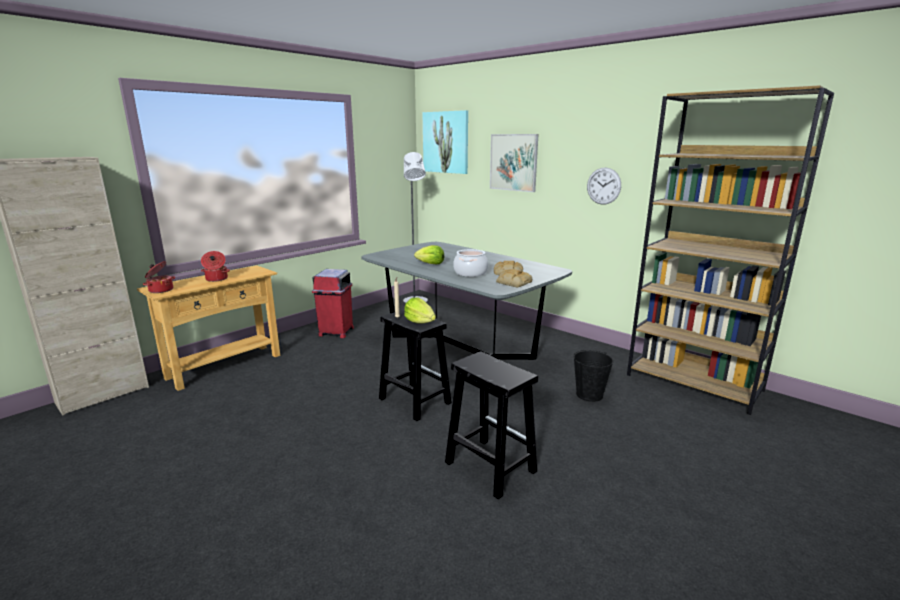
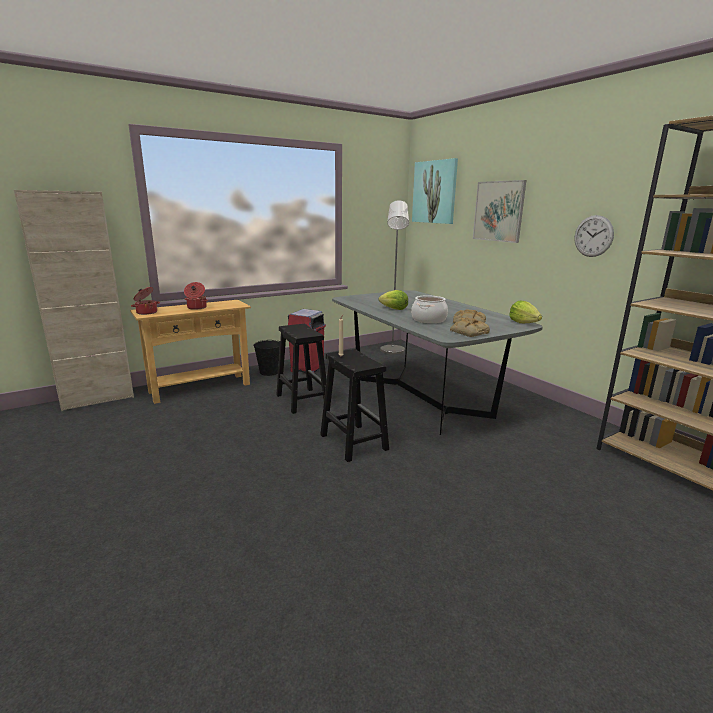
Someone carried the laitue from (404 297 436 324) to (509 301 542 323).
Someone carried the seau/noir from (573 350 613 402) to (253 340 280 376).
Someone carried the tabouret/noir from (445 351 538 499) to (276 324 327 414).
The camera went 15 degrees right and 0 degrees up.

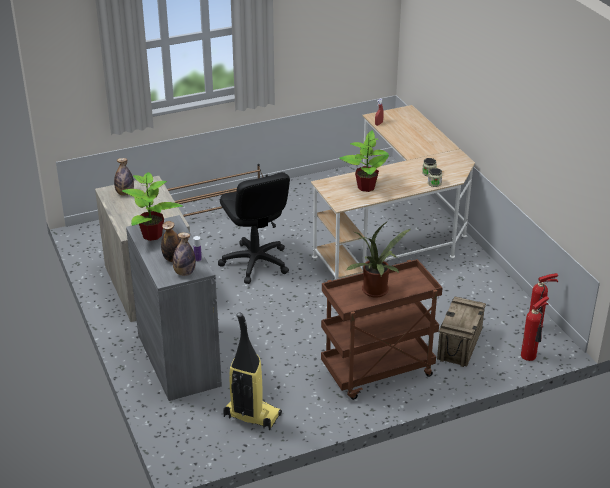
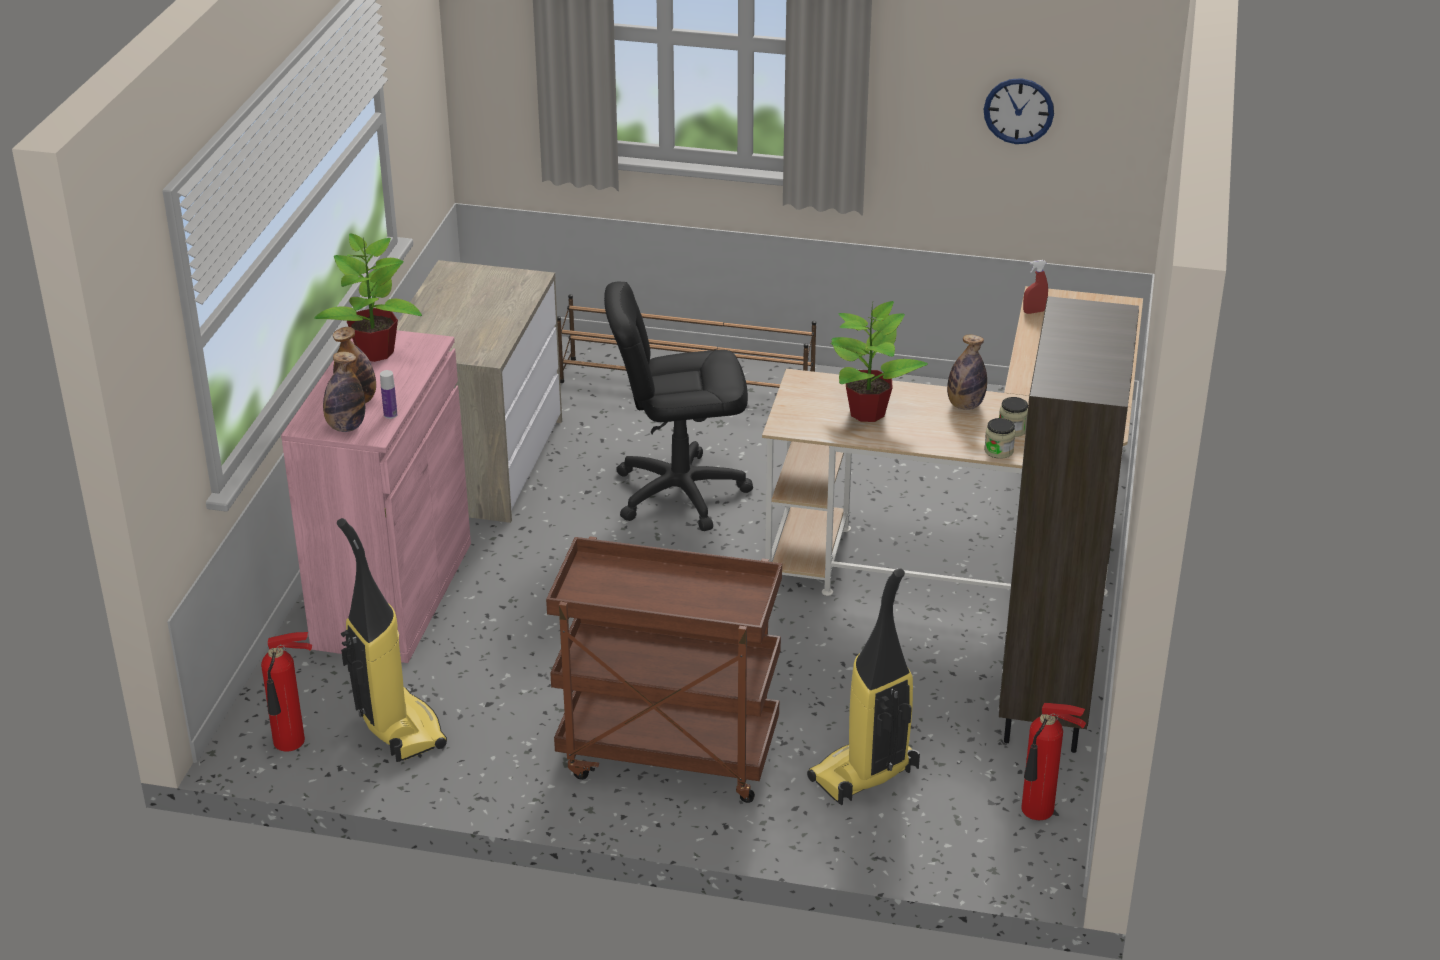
Someone carried the bouteille from (114 158 134 196) to (947 334 987 410).
Someone rotated the chaise de bureau/noir at (218 172 290 284) by 75 degrees clockwise.
Someone repainted the meuble de rangement/gris at (126 215 222 401), which became the meuble de rangement/rose at (281 330 471 663).
Someone took away the plante en pot at (345 221 411 298).
Someone swapped the caisse at (437 296 486 367) for the aspirateur at (807 568 920 805).
Someone carried the extincteur from (521 296 549 361) to (261 632 312 752).
Someone put up the horloge murale at (984 78 1054 144).
Someone put down the bibliothèque/marron at (999 296 1139 753).
The camera went 35 degrees right and 0 degrees up.

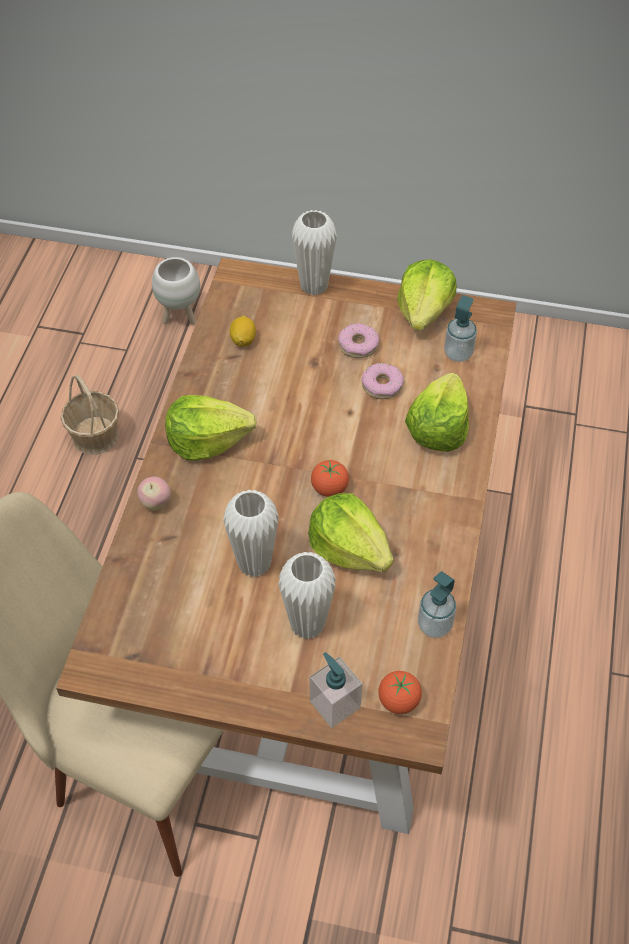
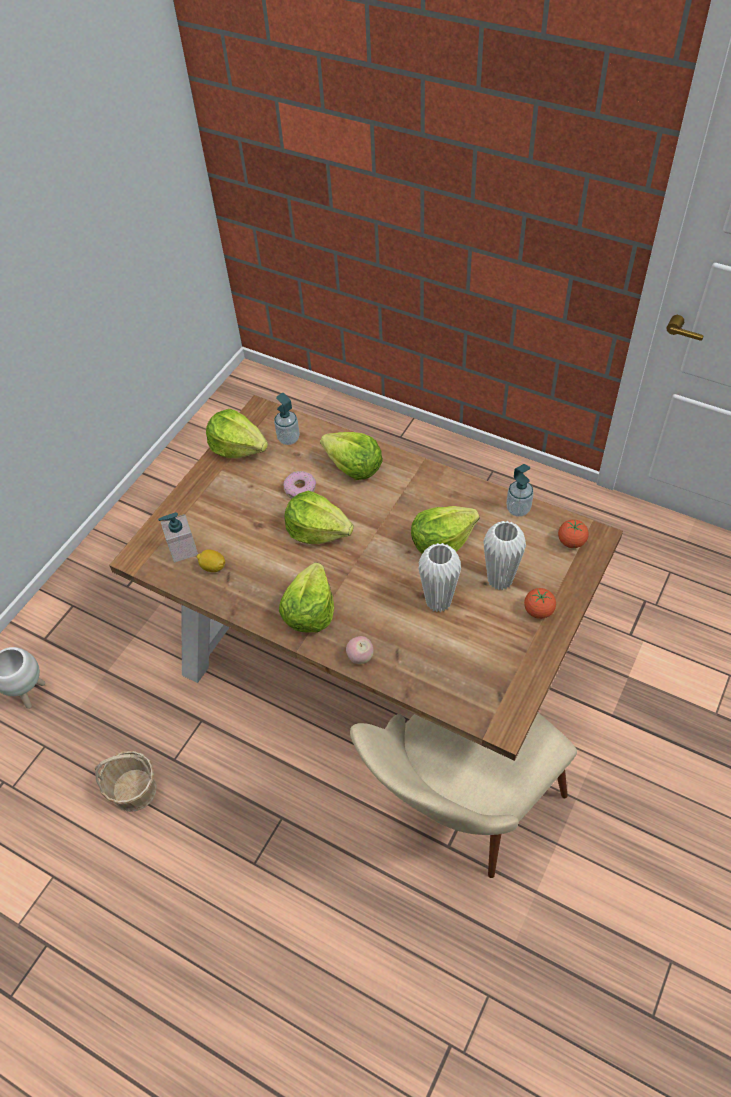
Someone took away the vase/blanc at (291 210 337 296).
Someone took away the beignet at (338 323 379 358).
Someone carried the tomate from (311 460 349 497) to (524 588 556 619).
Someone carried the distributeur de savon from (310 652 362 728) to (158 512 198 562).
Someone put down the laitue at (284 491 354 544).
The camera went 70 degrees left and 0 degrees up.

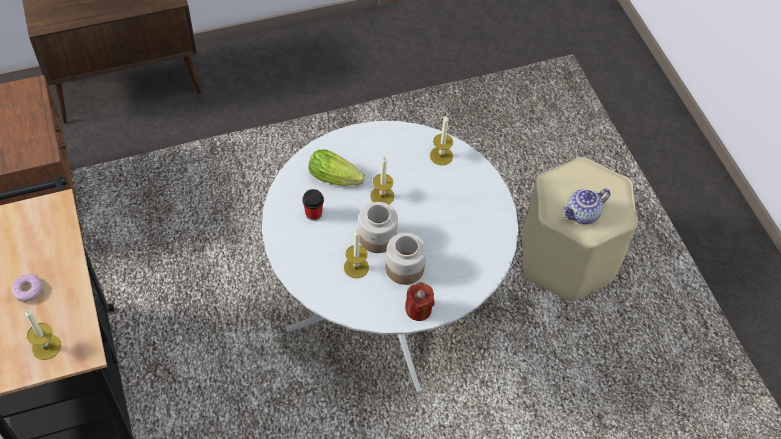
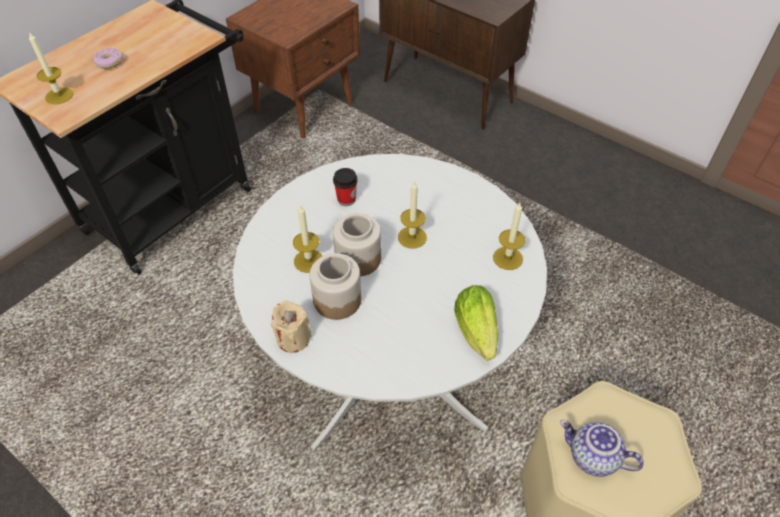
Someone carried the laitue from (308 149 365 186) to (454 285 498 360).
Someone repainted the bougie/rouge at (405 282 435 321), which became the bougie/beige at (271 300 312 353).
The camera went 60 degrees right and 5 degrees down.

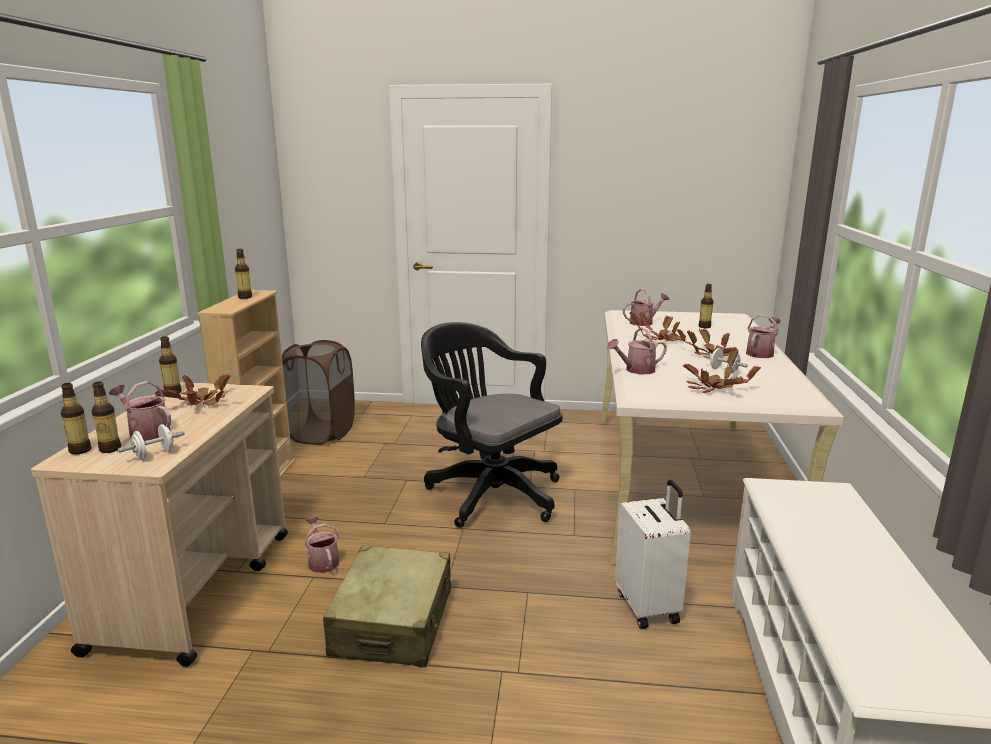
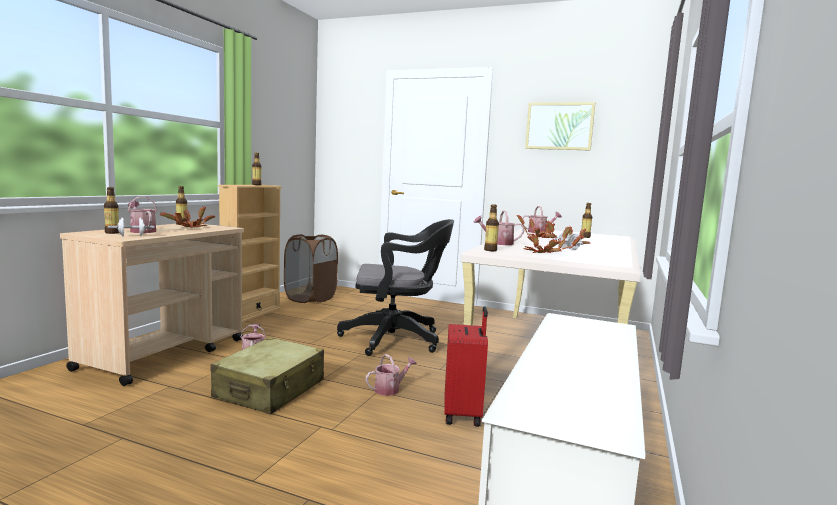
Someone carried the arrosoir from (746 315 781 358) to (365 354 417 396).
Someone rotated the chaise de bureau/noir at (421 322 563 528) by 120 degrees clockwise.
Someone carried the bouteille from (61 383 91 455) to (484 204 499 251).
Someone repainted the valise/blanc at (615 480 691 629), which became the valise/rouge at (444 306 488 427).
Someone put up the tableau at (525 102 595 151).
The camera went 15 degrees right and 10 degrees down.

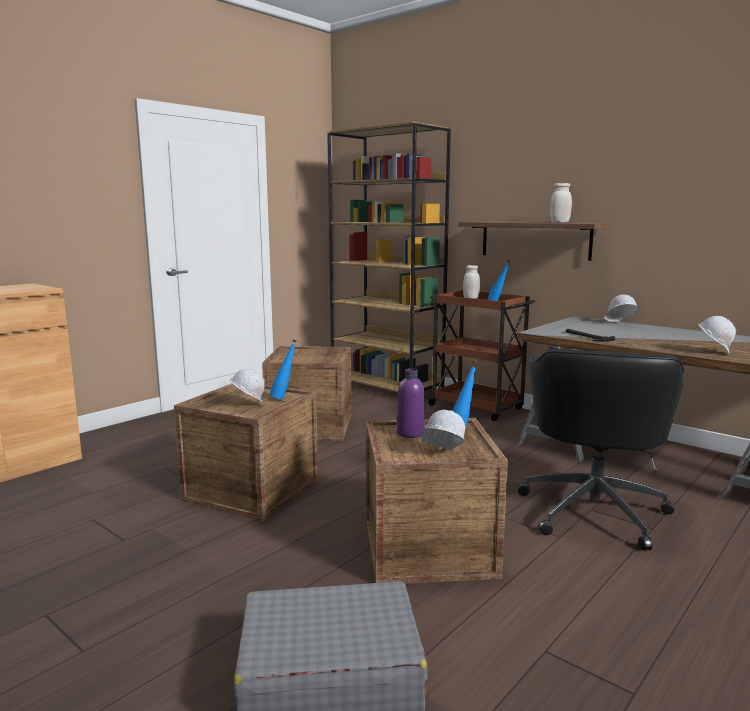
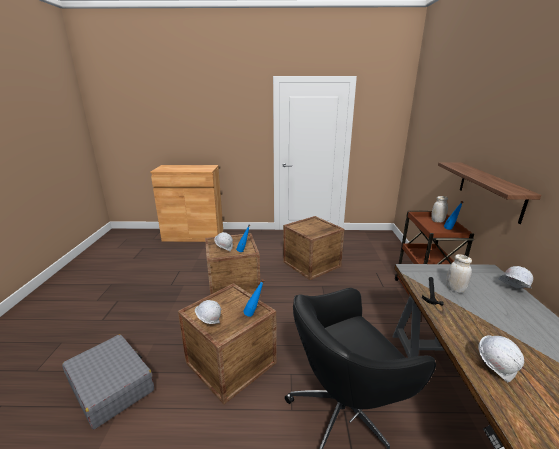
Someone took away the bibliothèque/marron at (327 121 451 392).
Someone carried the bocal/blanc from (550 183 572 223) to (446 254 472 293).
Someone took away the bouteille/violet at (396 368 425 438).
The camera went 50 degrees right and 10 degrees up.

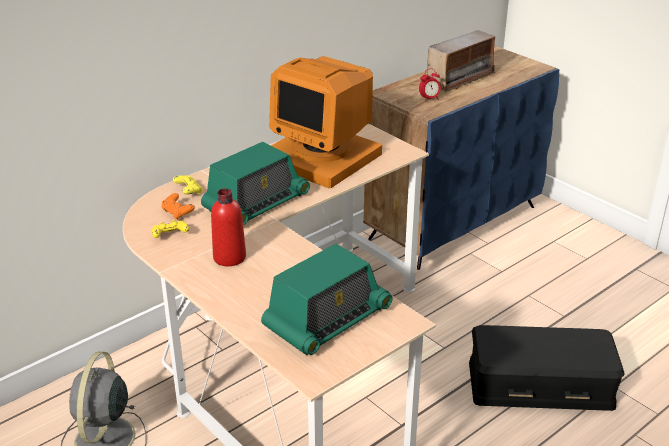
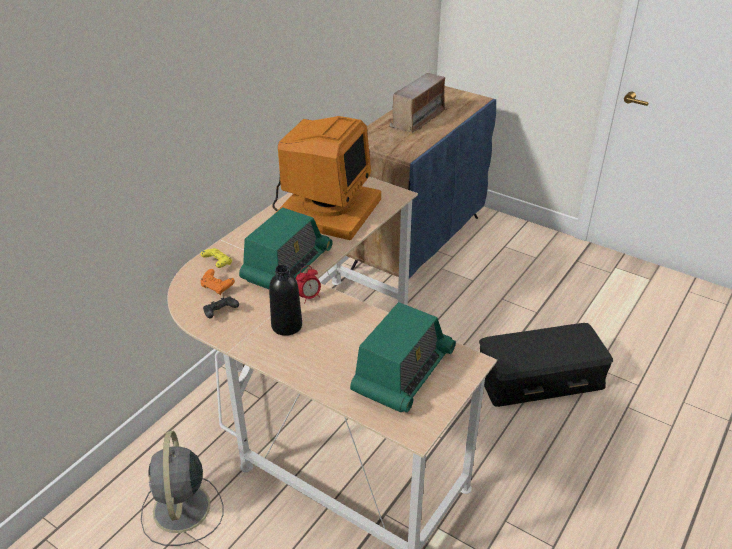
Someone rotated the écran d'ordinateur at (269 56 382 188) by 90 degrees counterclockwise.
Someone carried the réveil from (419 69 441 102) to (296 266 321 303).
Someone repainted the bouteille/rouge at (211 188 246 266), which became the bouteille/noir at (269 265 302 336).
Someone repainted the manette/jaune at (152 220 189 238), which became the manette/noir at (203 296 239 318).
The camera went 15 degrees left and 5 degrees up.

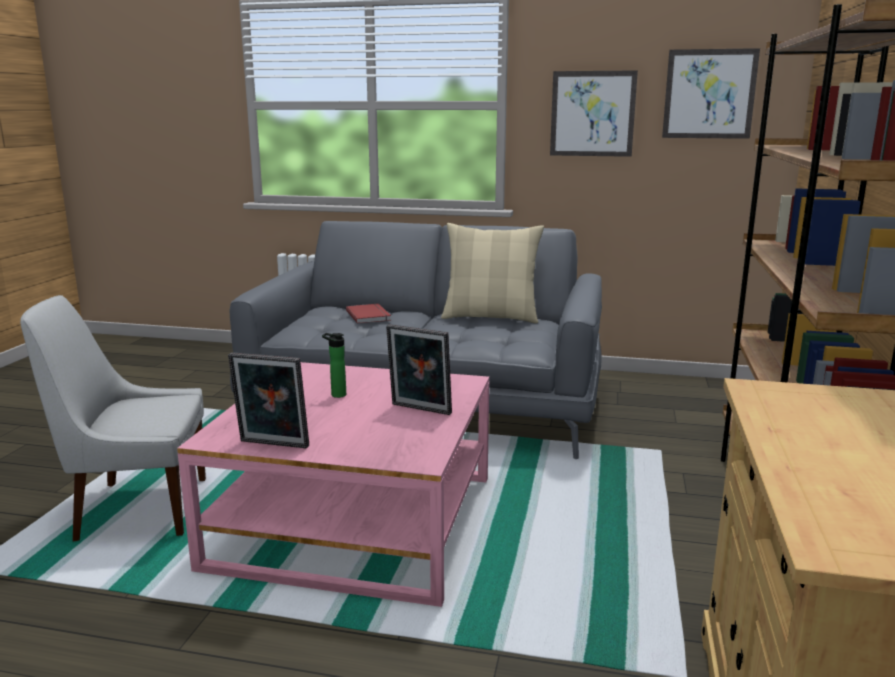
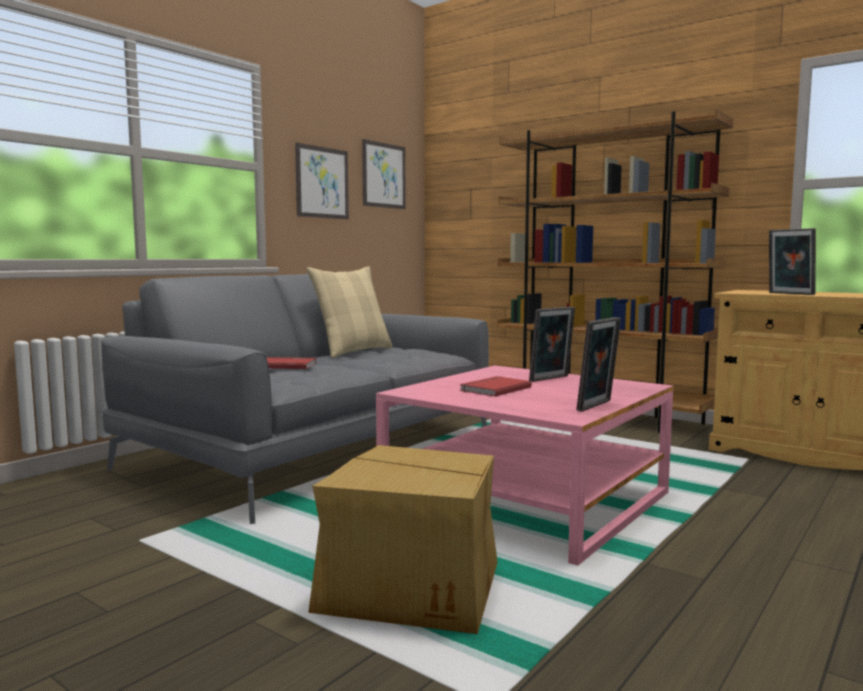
Someone swapped the chaise/blanc at (20 295 206 542) for the carton at (308 445 498 634).
Someone swapped the bouteille at (322 333 346 398) for the livre/rouge at (460 376 532 397).
Someone put down the cadre photo at (769 228 816 295).
The camera went 65 degrees left and 10 degrees down.

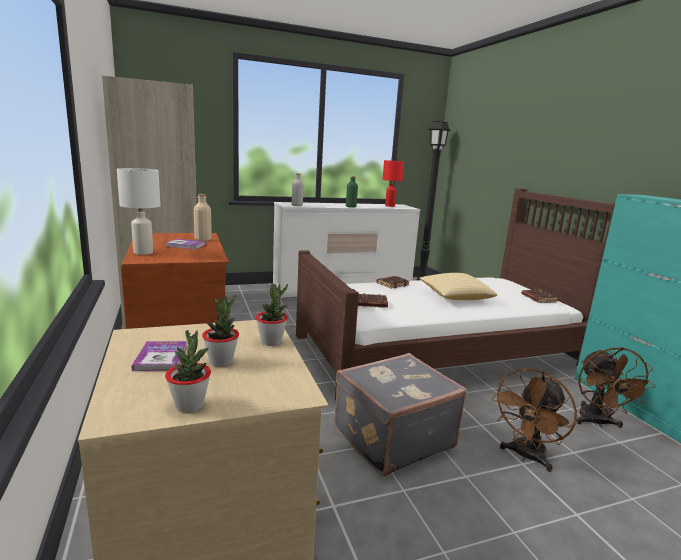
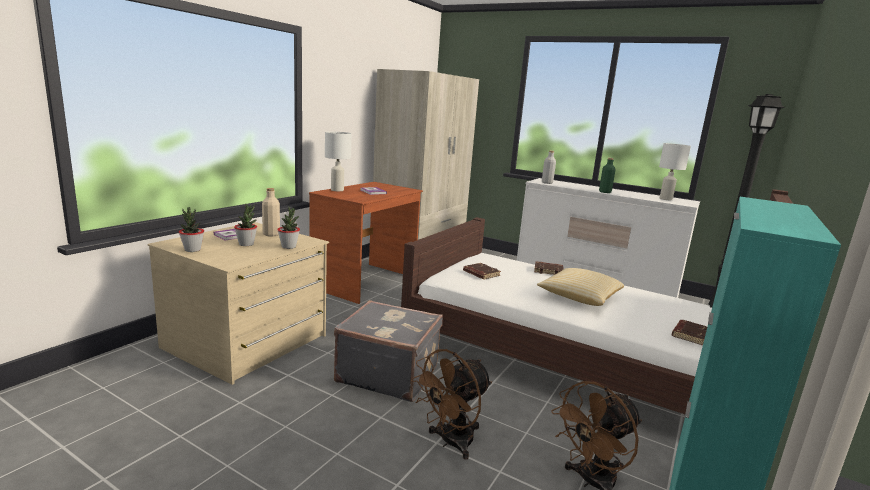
Someone repainted the lampe de table/rouge at (382 160 404 207), which became the lampe de table/blanc at (659 143 691 200).
Someone carried the bouteille/beige from (194 194 212 241) to (262 188 280 236).
Someone rotated the ventilateur/marron at (492 368 577 472) by 45 degrees counterclockwise.
The camera went 50 degrees right and 0 degrees up.

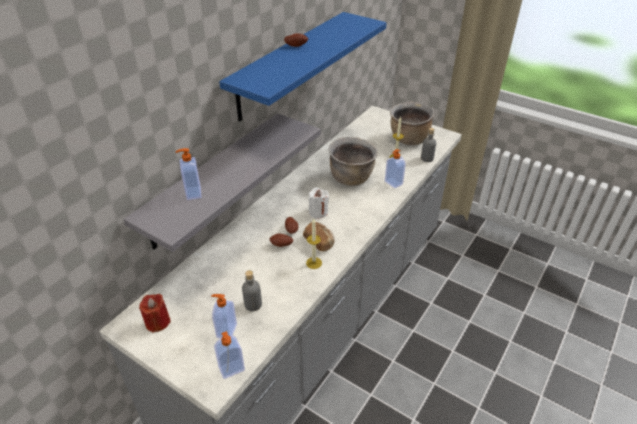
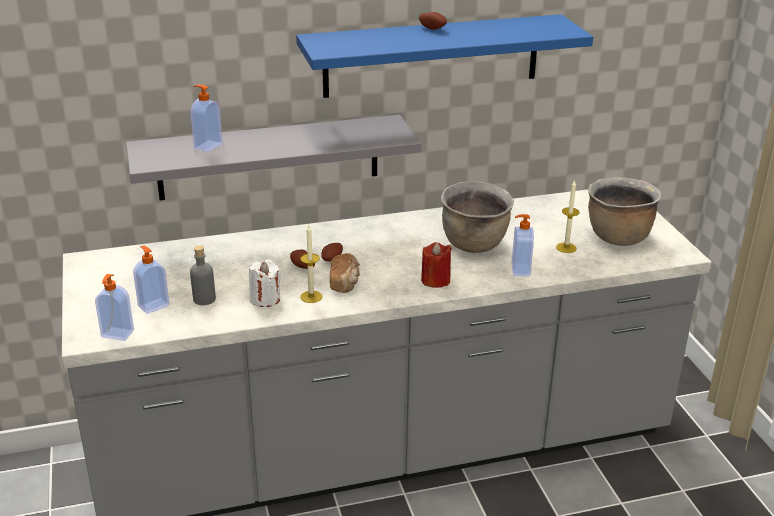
Someone took away the bouteille/gris at (421 128 436 162).
Someone carried the bougie/blanc from (308 188 329 218) to (249 260 281 307).
Someone carried the bougie/rouge from (139 294 171 333) to (421 242 452 288).
The camera went 40 degrees right and 10 degrees down.

